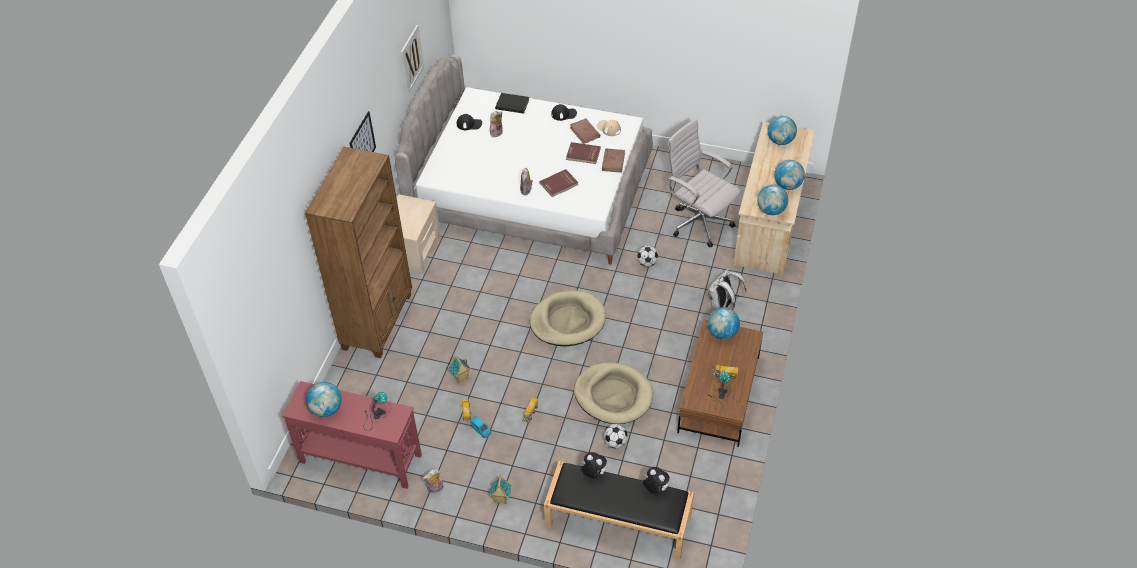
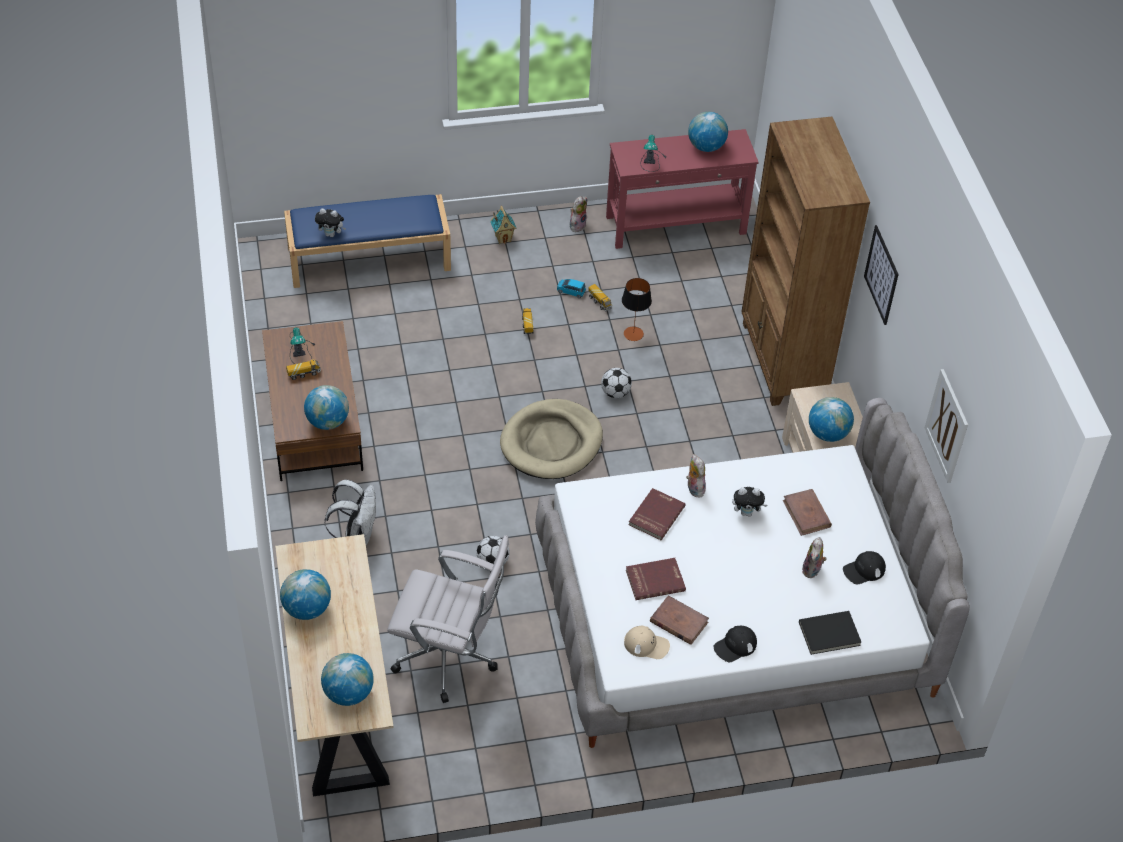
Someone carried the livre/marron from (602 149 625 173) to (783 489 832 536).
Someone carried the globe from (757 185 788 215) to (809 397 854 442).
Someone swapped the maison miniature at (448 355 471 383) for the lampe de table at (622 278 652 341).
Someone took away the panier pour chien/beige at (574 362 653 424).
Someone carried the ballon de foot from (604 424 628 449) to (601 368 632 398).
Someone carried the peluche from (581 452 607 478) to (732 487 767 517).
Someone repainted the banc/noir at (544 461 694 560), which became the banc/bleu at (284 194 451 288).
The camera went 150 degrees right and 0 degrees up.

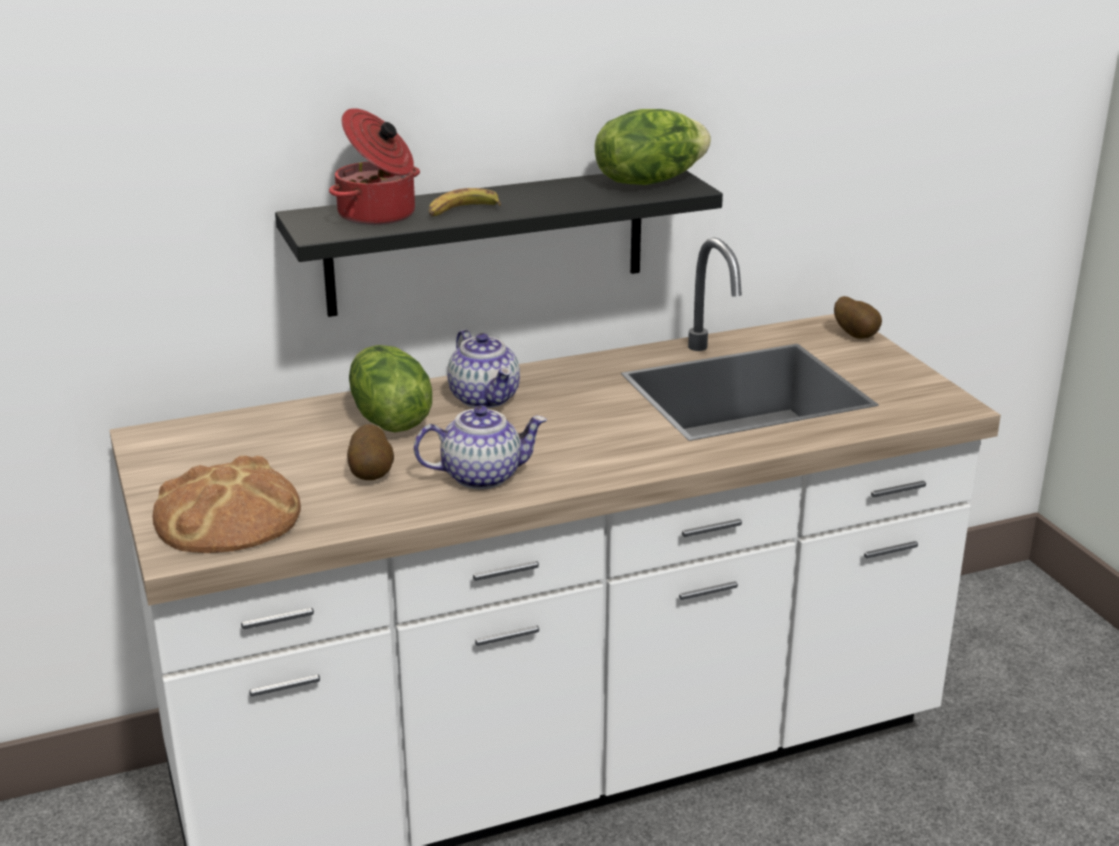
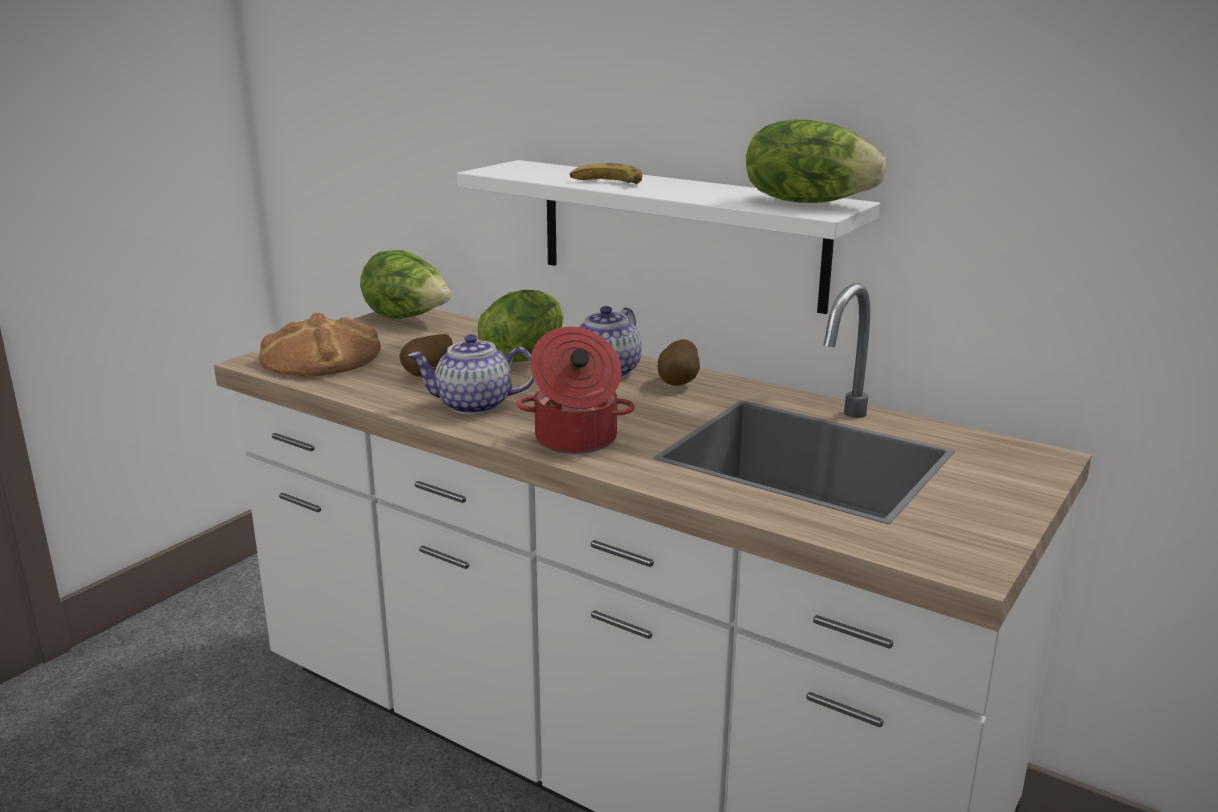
Someone carried the marmite from (329 108 420 225) to (517 327 635 454).
Someone repainted the étagère/noir at (275 170 723 317), which became the étagère/blanc at (457 160 880 314).
Someone carried the pomme de terre from (834 296 882 339) to (658 339 700 386).
Someone rotated the théière at (414 405 547 490) by 135 degrees clockwise.
Someone put down the laitue at (360 250 452 319).
The camera went 55 degrees right and 5 degrees down.

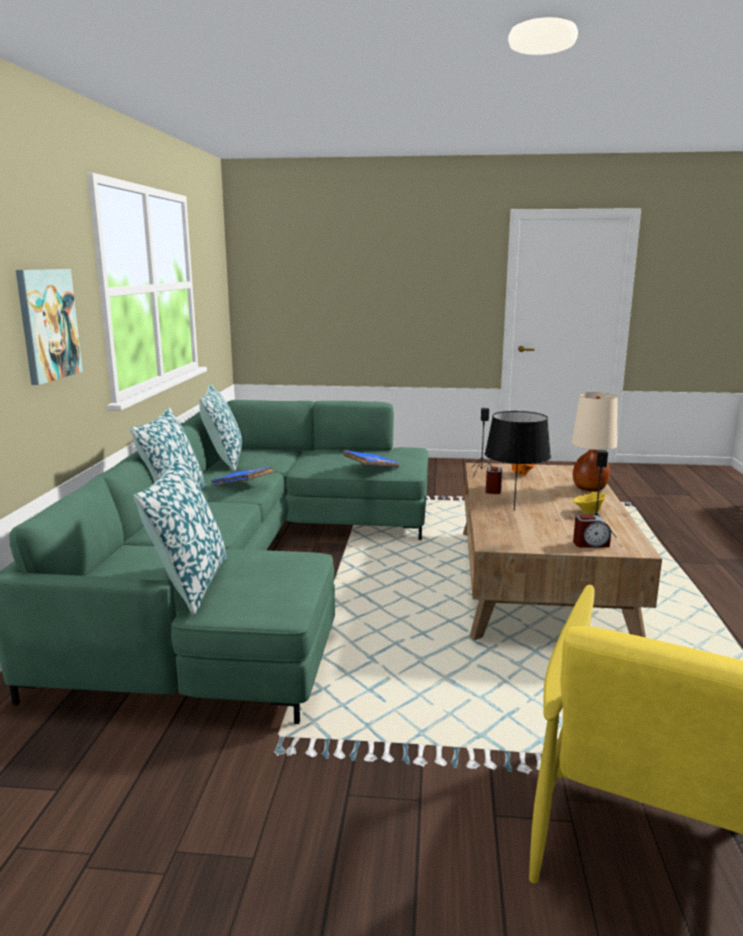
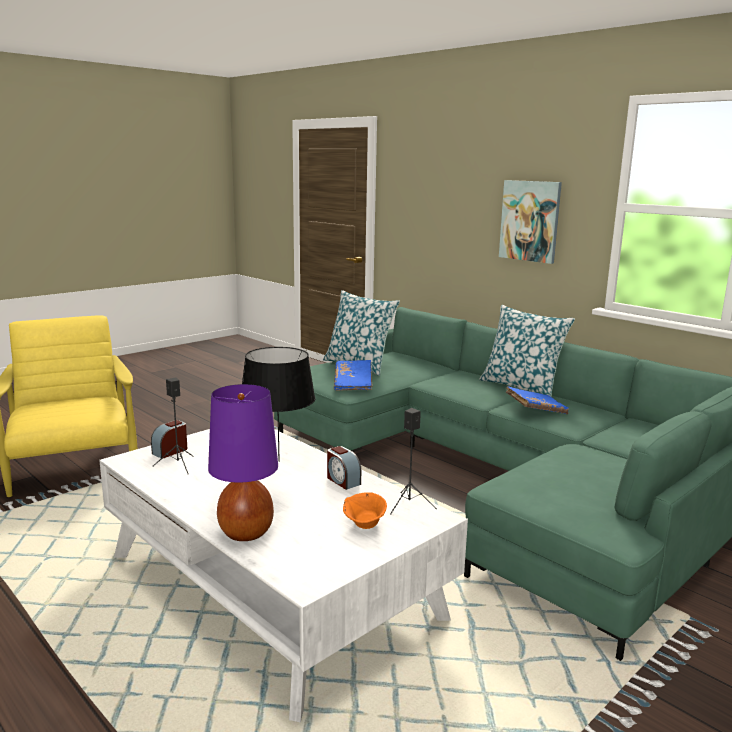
Someone took away the coussin at (199 384 242 472).
Someone repainted the lampe de table/beige at (571 392 618 491), which became the lampe de table/violet at (208 384 278 541).
Someone carried the livre/bleu from (343 450 399 468) to (334 360 373 391).
Someone repainted the table basse/marron at (463 463 662 641), which became the table basse/blanc at (99 429 468 722).
Someone took away the bol/jaune at (573 492 606 513).
The camera went 130 degrees right and 0 degrees up.

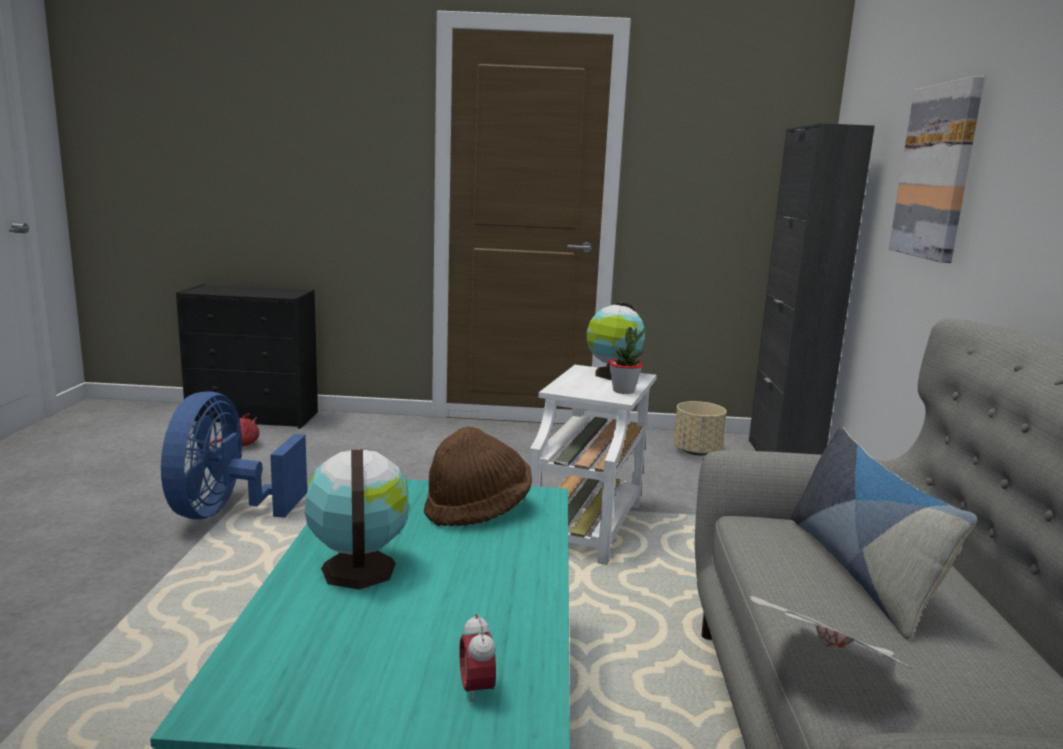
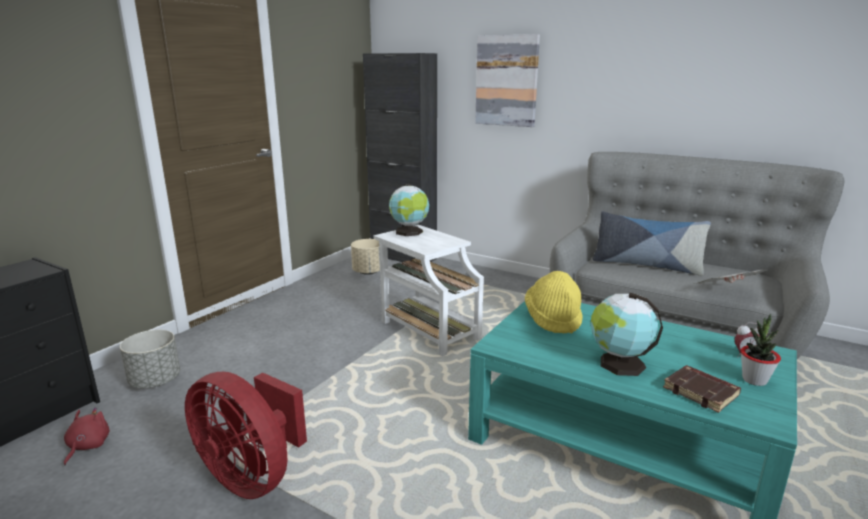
Someone carried the plante en pot from (609 327 645 394) to (741 314 781 386).
Someone repainted the ventilateur/bleu at (161 391 307 519), which became the ventilateur/rouge at (185 372 307 499).
Someone repainted the chapeau/marron at (424 426 532 526), which became the chapeau/jaune at (525 271 583 334).
Someone put down the cache-pot/gris at (120 330 180 388).
Someone put down the livre/marron at (663 365 741 413).
The camera went 60 degrees left and 5 degrees up.

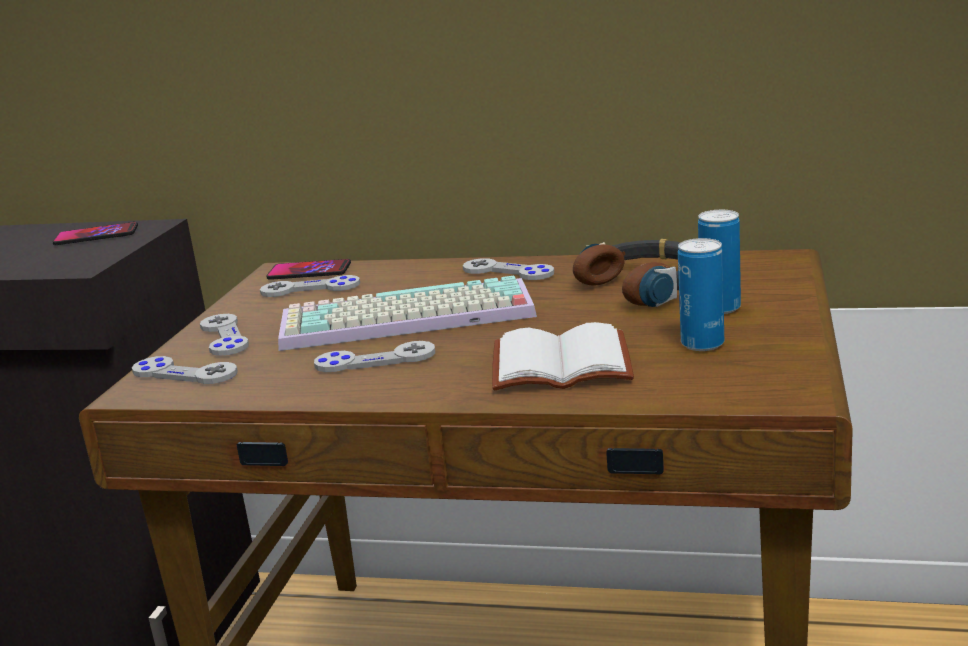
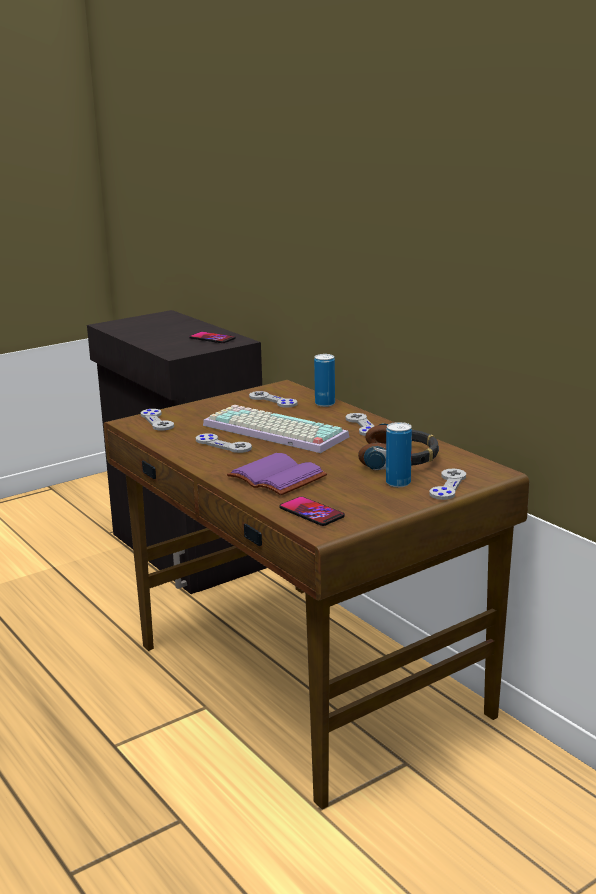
Someone carried the boîte métallique from (678 238 724 351) to (314 354 335 407).
Someone carried the téléphone from (266 259 351 280) to (279 496 345 526).
Someone carried the manette/gris from (200 314 249 356) to (429 469 466 500).
Someone repainted the livre/blanc at (492 322 634 391), which became the livre/violet at (227 453 327 495).
The camera went 40 degrees right and 0 degrees up.

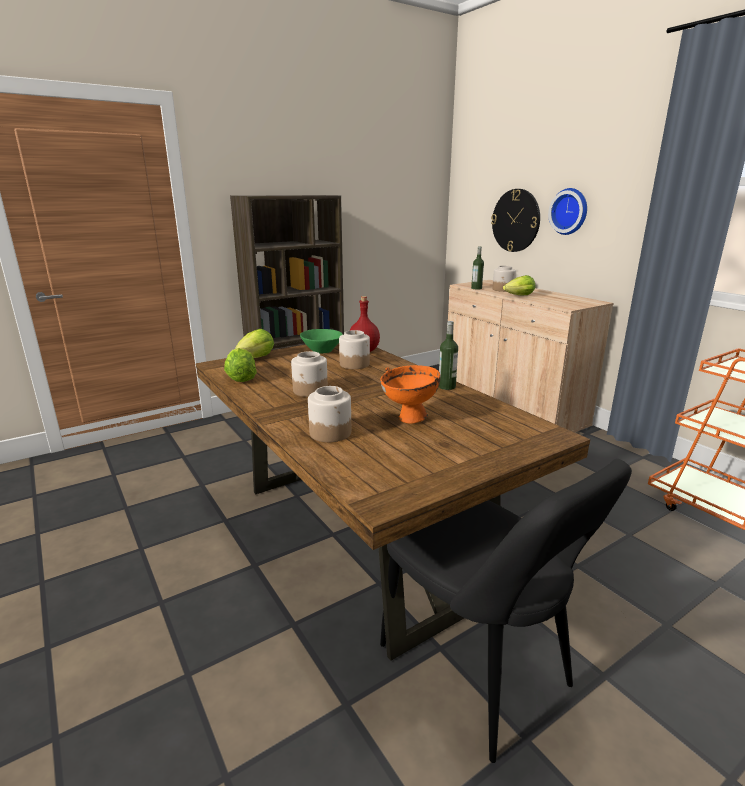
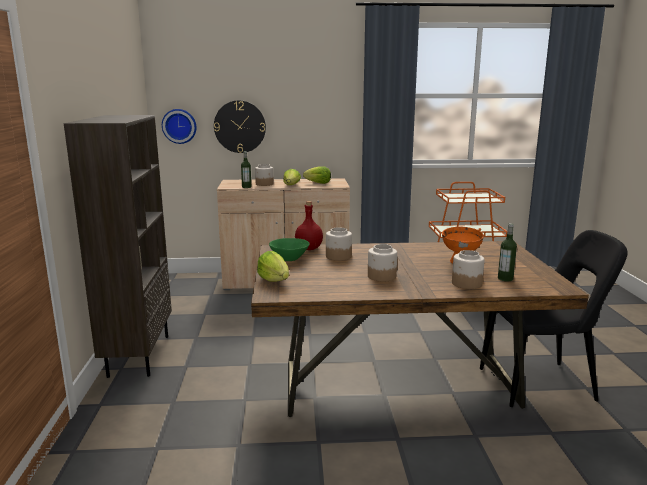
Someone carried the horloge murale from (548 188 587 235) to (162 109 197 144).
Someone carried the bouteille from (439 321 458 390) to (498 223 517 281).
Someone carried the laitue from (224 348 257 382) to (303 166 331 184).
The camera went 60 degrees left and 5 degrees down.

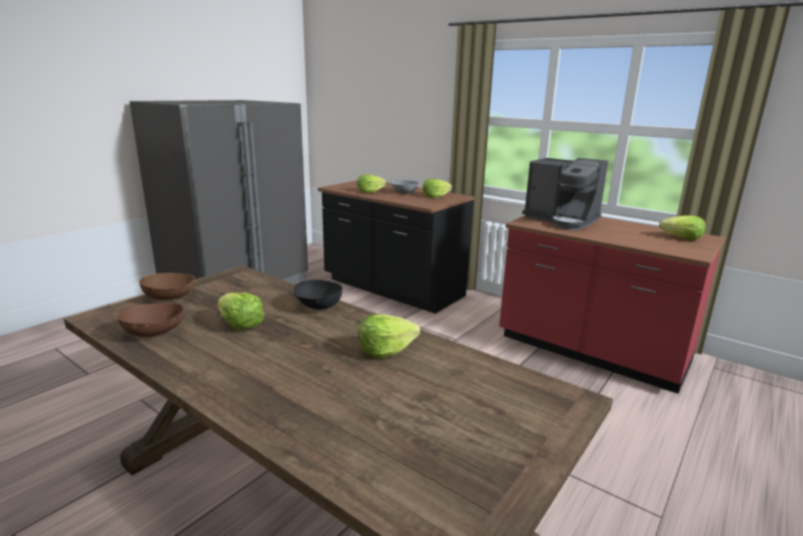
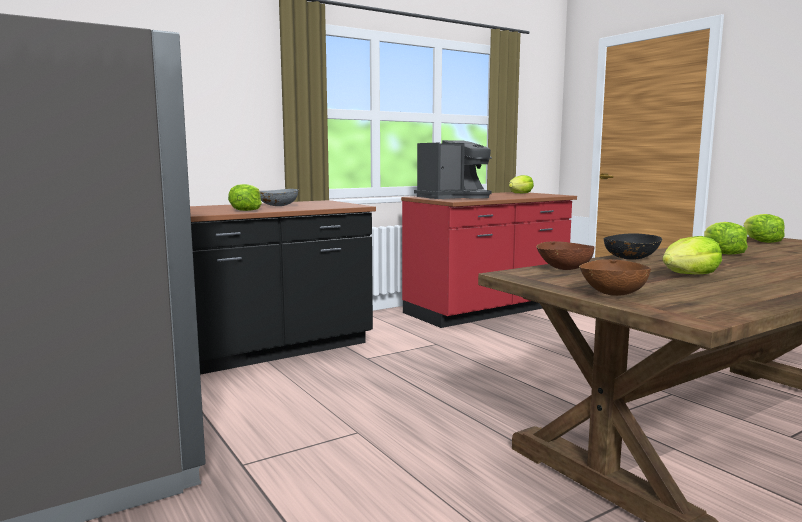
Someone carried the laitue from (423 179 452 198) to (744 214 785 243).
Someone carried the bol/marron from (118 303 185 337) to (536 241 594 270).
The camera went 70 degrees left and 10 degrees down.

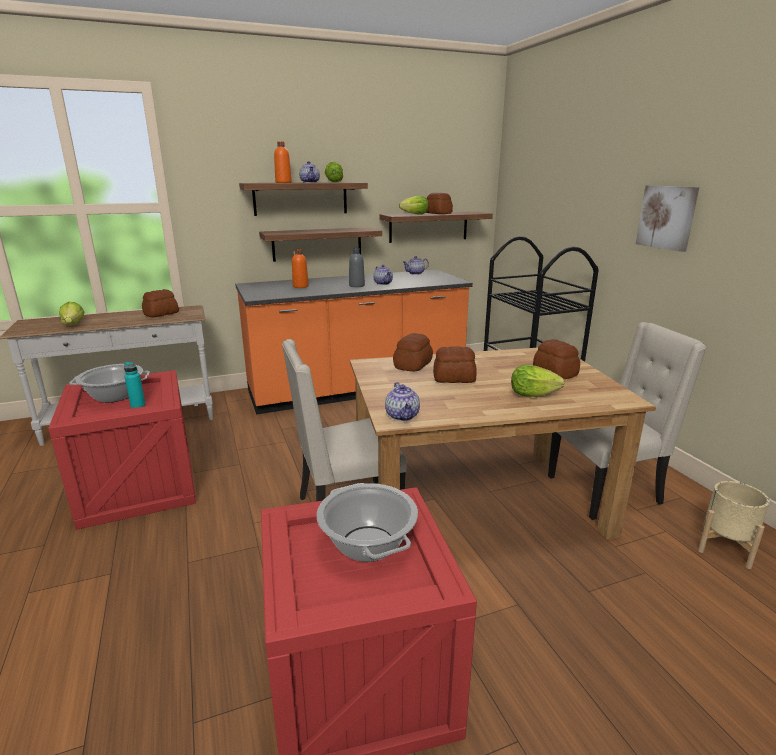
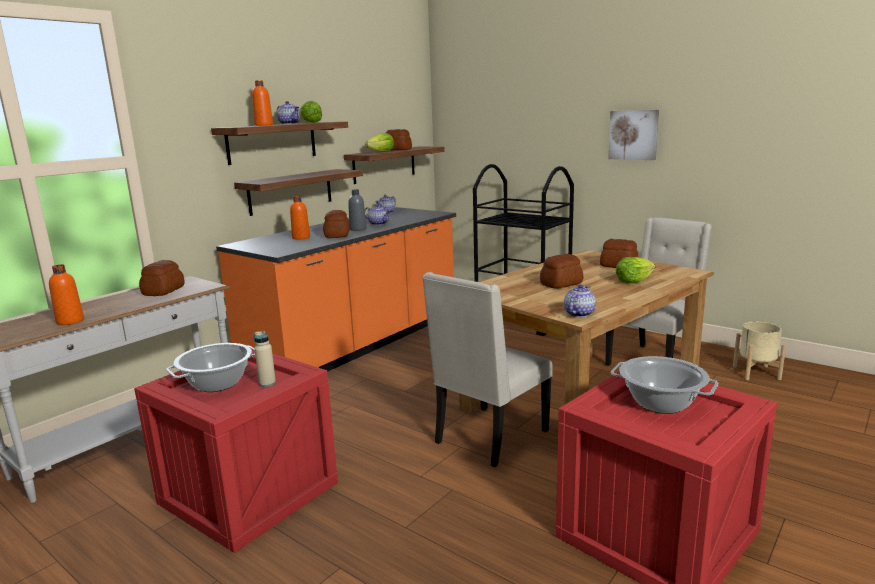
Someone swapped the laitue at (59 302 85 326) for the bouteille/orange at (49 264 84 325).
Someone carried the pain from (393 333 433 371) to (323 210 350 238).
Someone repainted the bouteille/turquoise at (124 362 146 408), which became the bouteille/beige at (254 331 276 387).
Someone rotated the théière at (385 382 420 421) by 105 degrees counterclockwise.
The camera went 30 degrees left and 5 degrees down.

